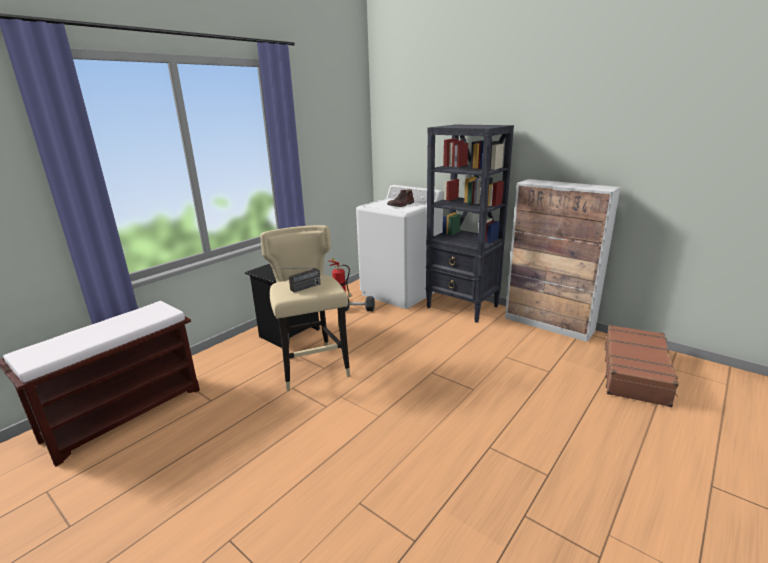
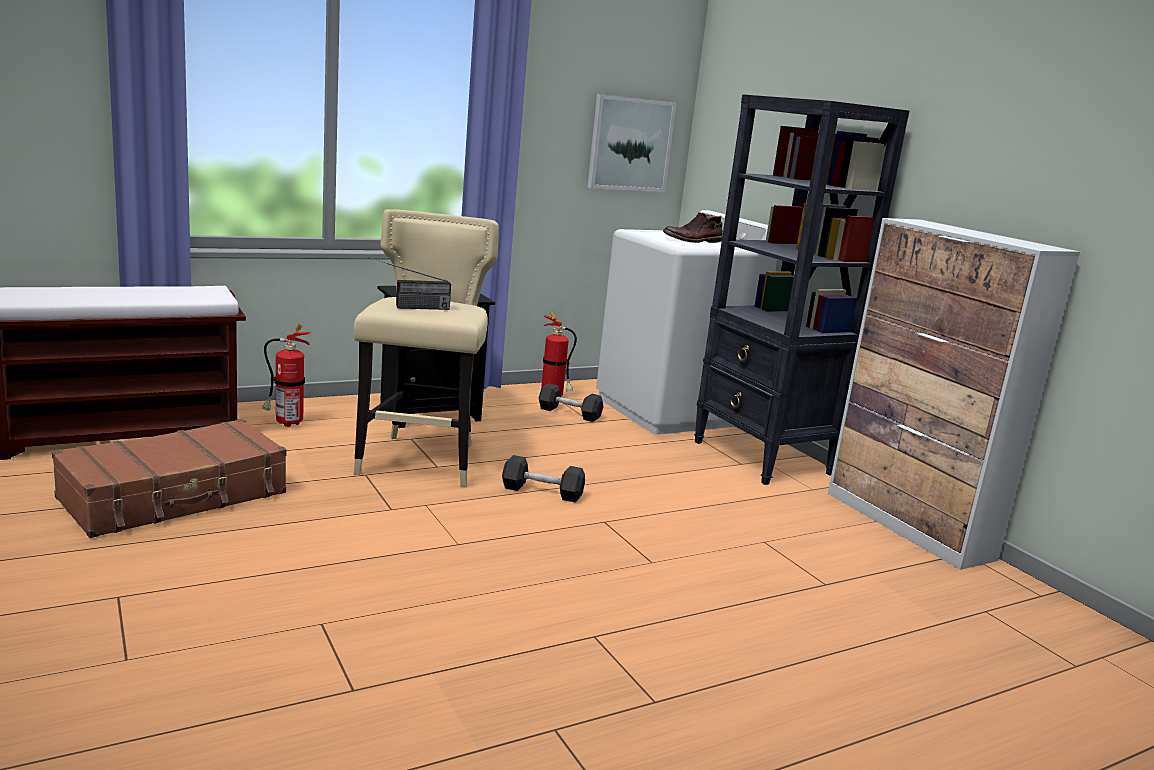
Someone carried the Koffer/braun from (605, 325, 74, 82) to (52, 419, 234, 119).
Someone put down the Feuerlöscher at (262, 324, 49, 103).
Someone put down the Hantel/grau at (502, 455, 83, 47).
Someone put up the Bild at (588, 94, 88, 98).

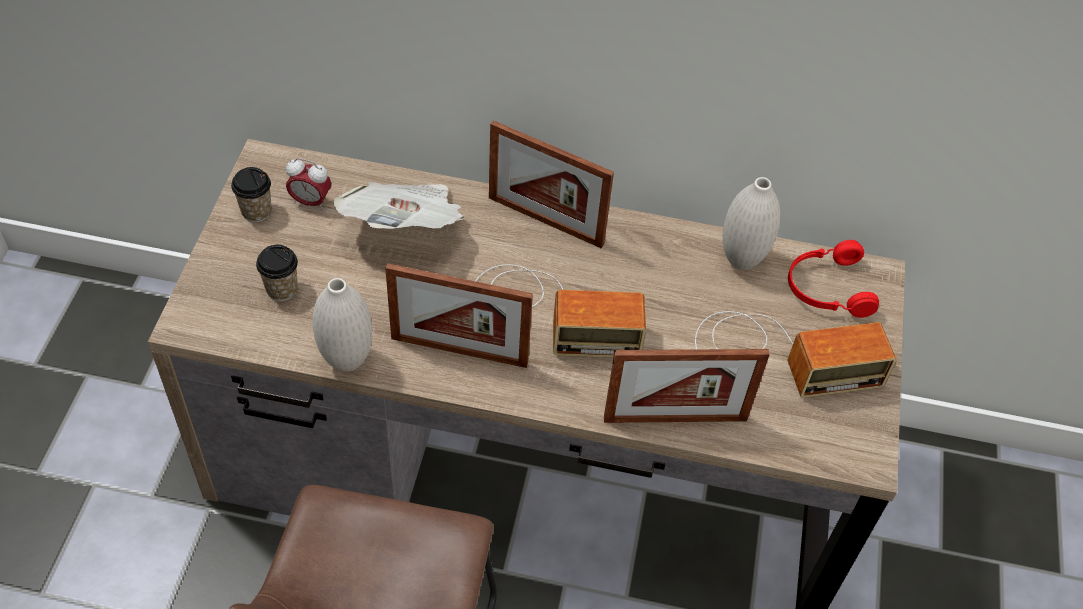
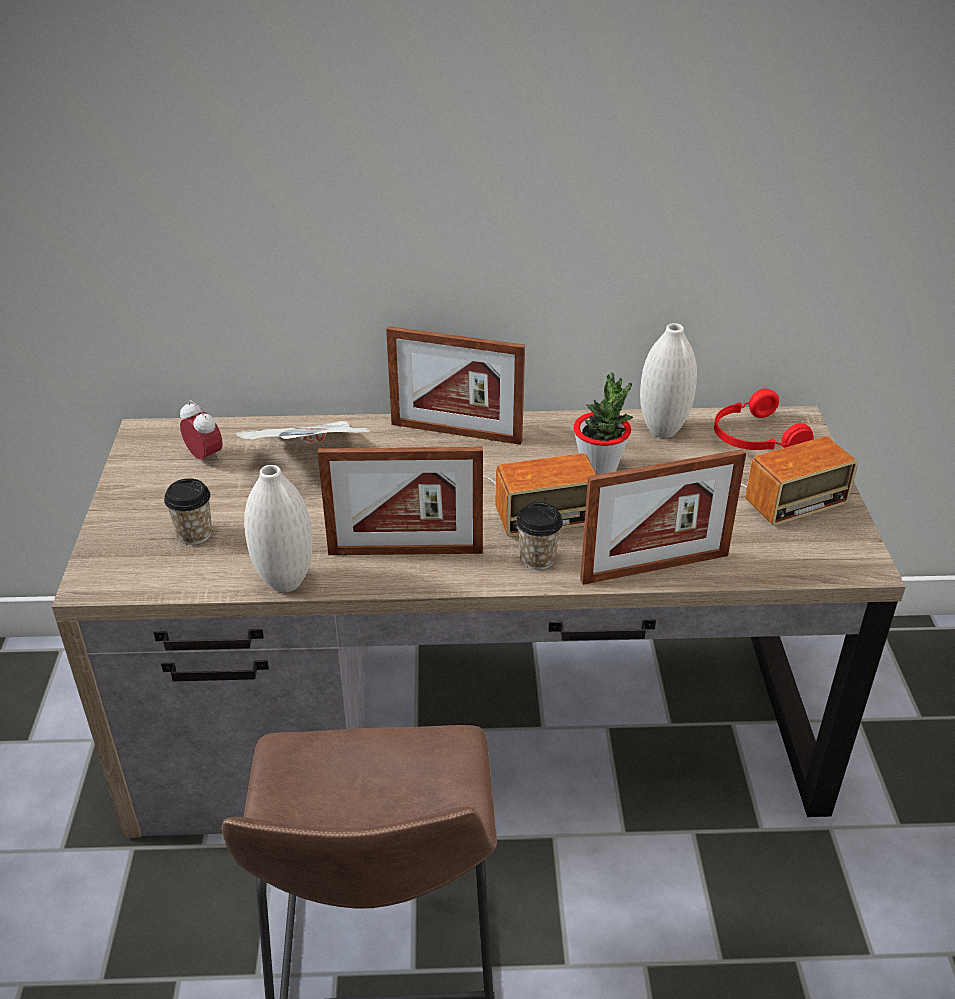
Someone carried the Tasse from (231, 167, 41, 55) to (516, 502, 47, 68).
Someone rotated the Wecker at (286, 158, 45, 52) by 135 degrees counterclockwise.
Someone put down the Topfpflanze at (573, 372, 60, 103).

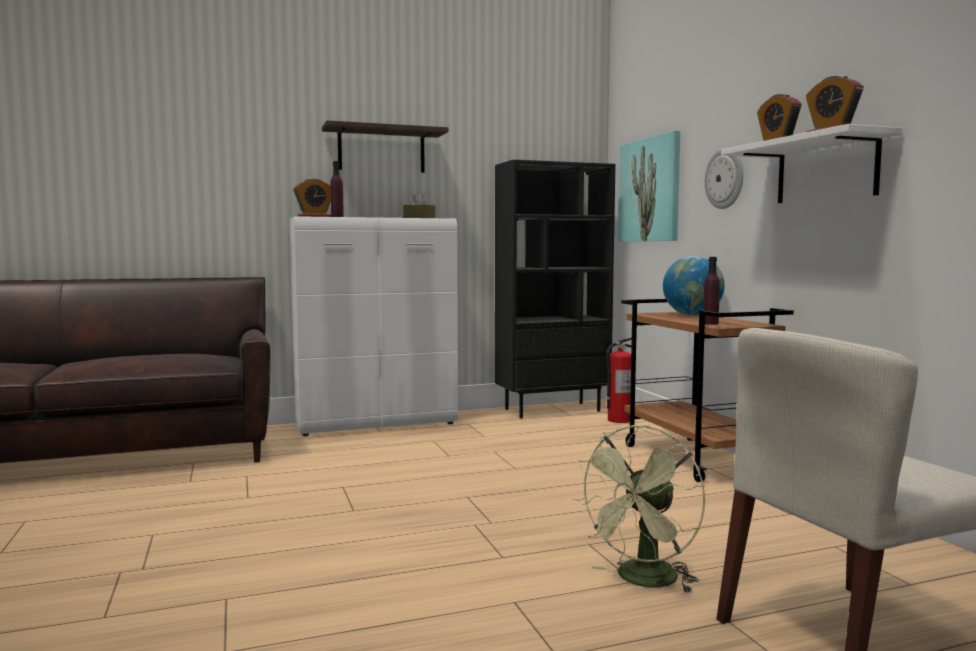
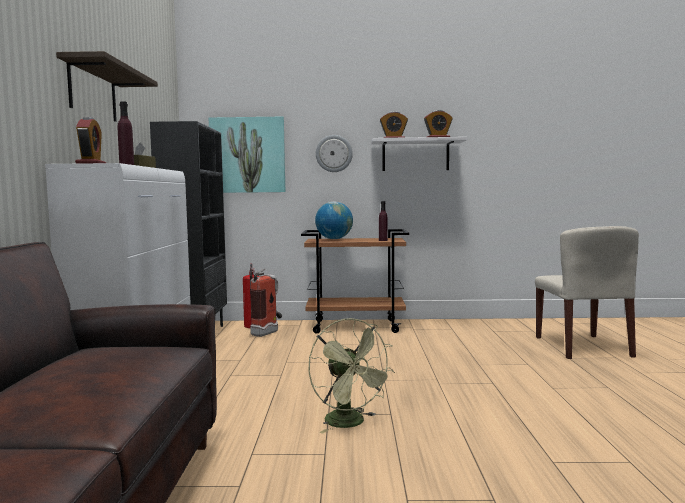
Someone carried the Ventilator/grün from (573, 425, 132, 169) to (308, 318, 87, 115).
Someone put down the Feuerlöscher at (250, 269, 32, 68).

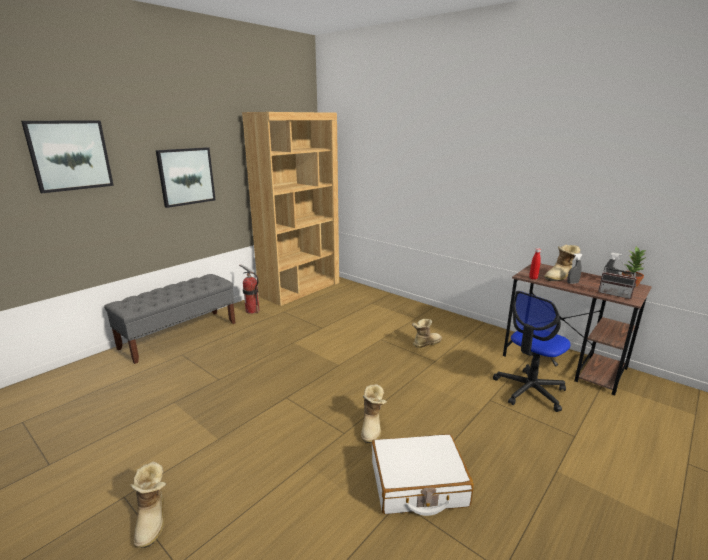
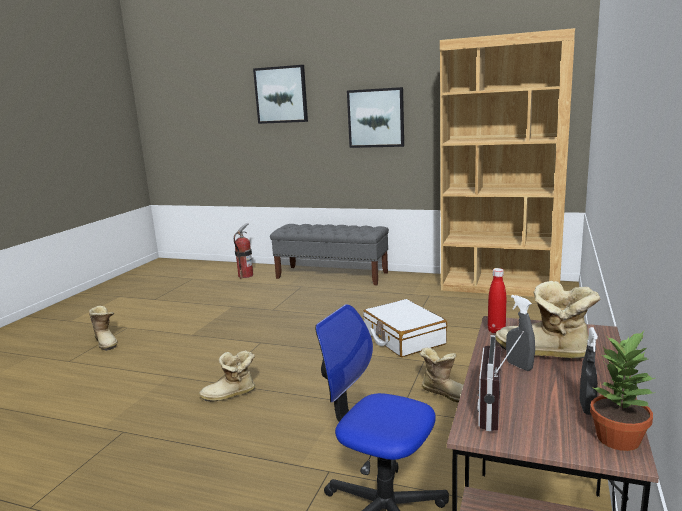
Someone rotated the Stiefel at (130, 461, 36, 87) by 90 degrees counterclockwise.
Someone carried the Feuerlöscher from (239, 265, 20, 49) to (234, 223, 19, 55).
Someone carried the Koffer/weiß from (372, 434, 102, 82) to (363, 299, 84, 58).

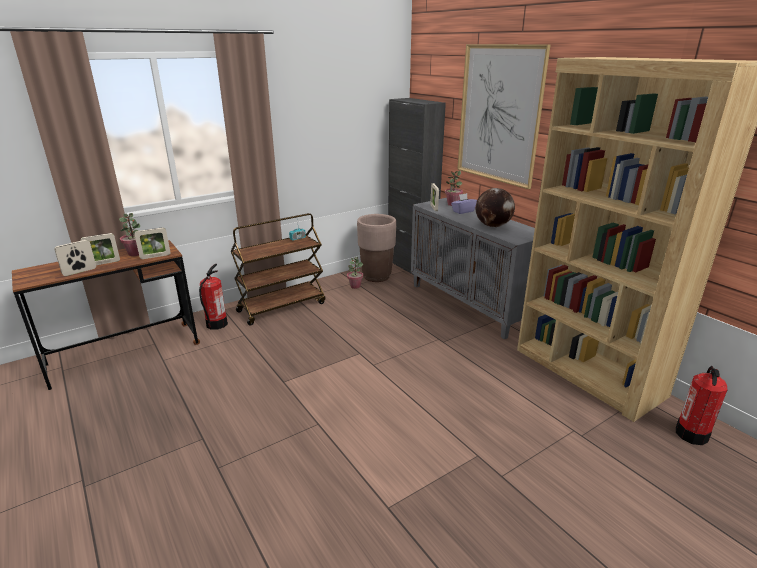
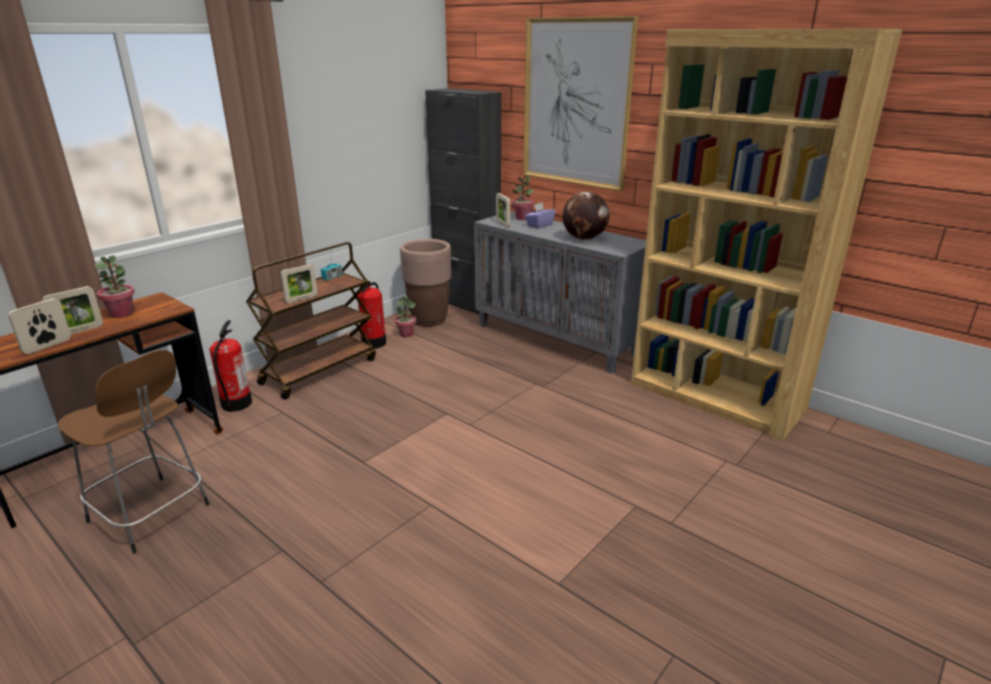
Someone carried the Bilderrahmen from (134, 227, 36, 32) to (281, 264, 36, 39).
Someone carried the Feuerlöscher from (676, 366, 52, 79) to (358, 281, 28, 68).
Someone put down the Hocker/braun at (58, 350, 152, 204).

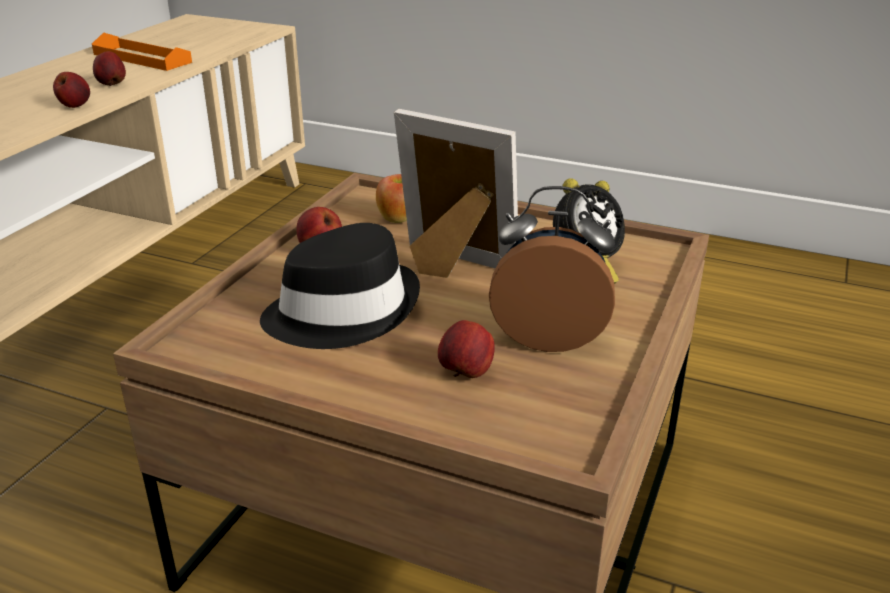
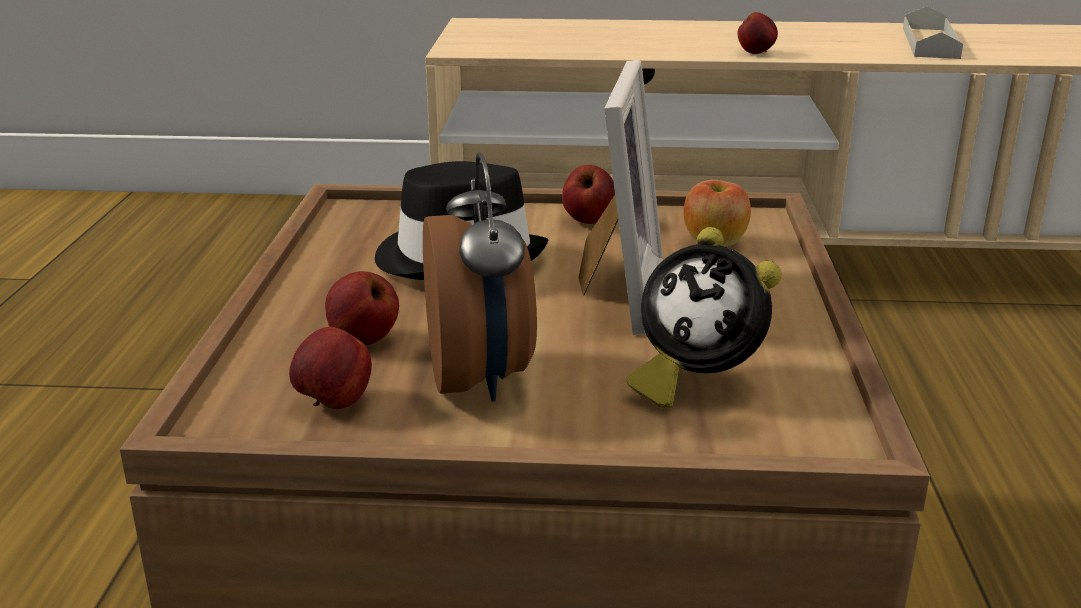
Someone repainted the Tablett/orange at (92, 32, 100, 39), which became the Tablett/grau at (903, 6, 60, 53).
Someone carried the Apfel from (93, 51, 33, 35) to (289, 327, 83, 82).

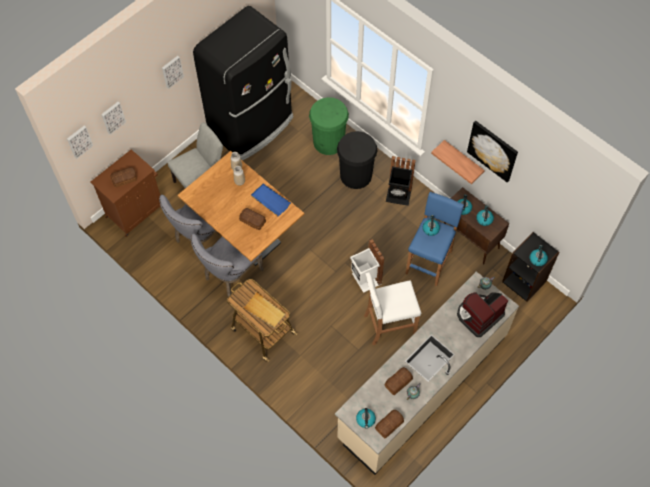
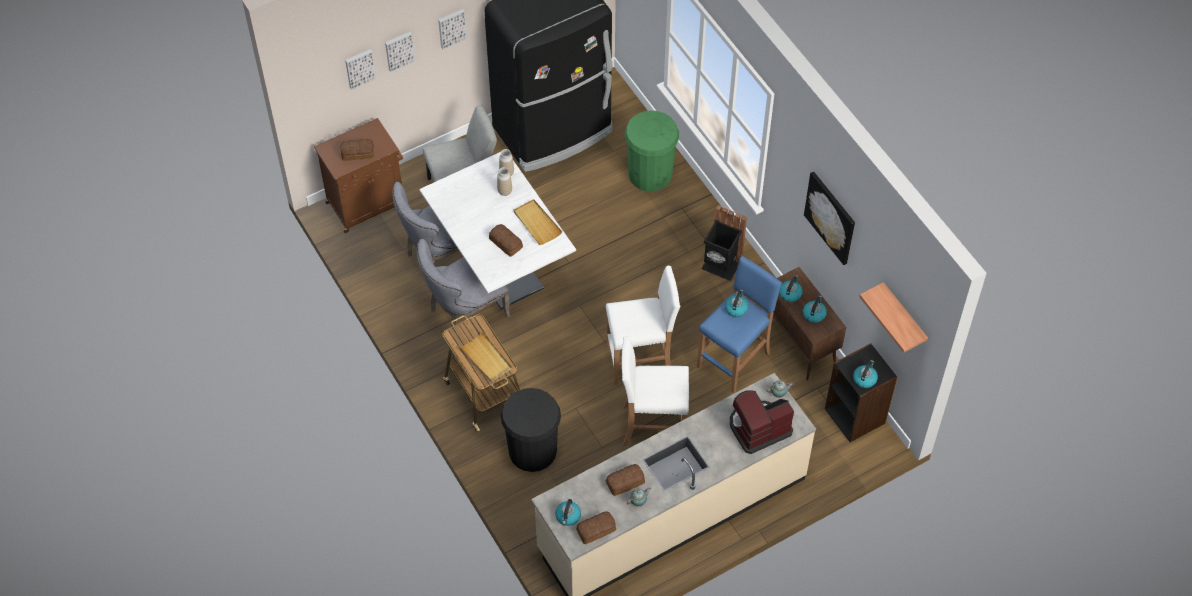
Someone carried the Bild from (67, 126, 26, 33) to (385, 32, 30, 40).
Someone repainted the Esstisch/braun at (177, 151, 128, 115), which became the Esstisch/weiß at (419, 152, 157, 157).
Someone repainted the Tablett/blau at (251, 184, 40, 33), which became the Tablett/beige at (514, 199, 48, 46).
Someone carried the Mülleimer/schwarz from (337, 131, 40, 58) to (501, 388, 60, 84).
Someone swapped the Mülleimer/weiß at (350, 239, 34, 54) for the Hocker/weiß at (606, 266, 74, 119).
Someone carried the Wandregal from (431, 140, 54, 44) to (859, 282, 69, 71).

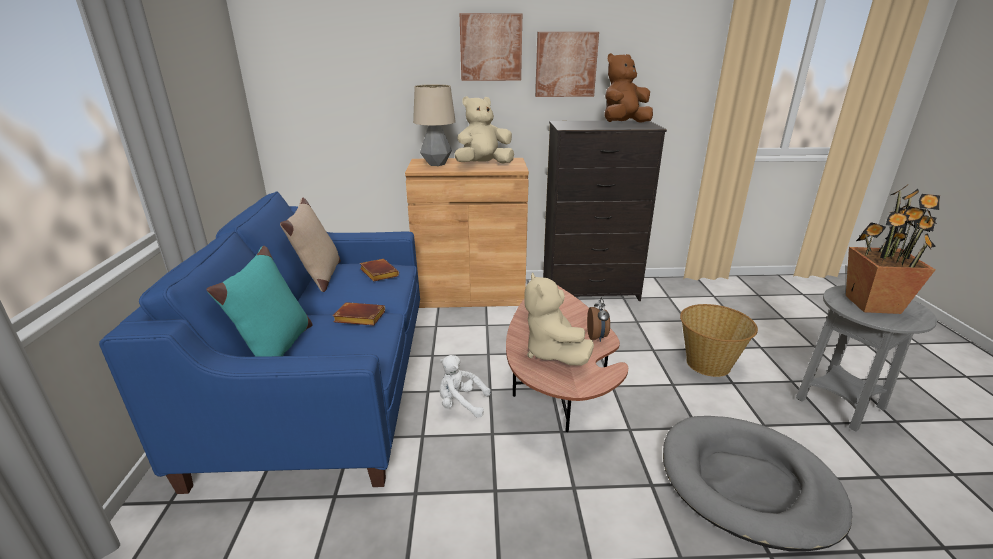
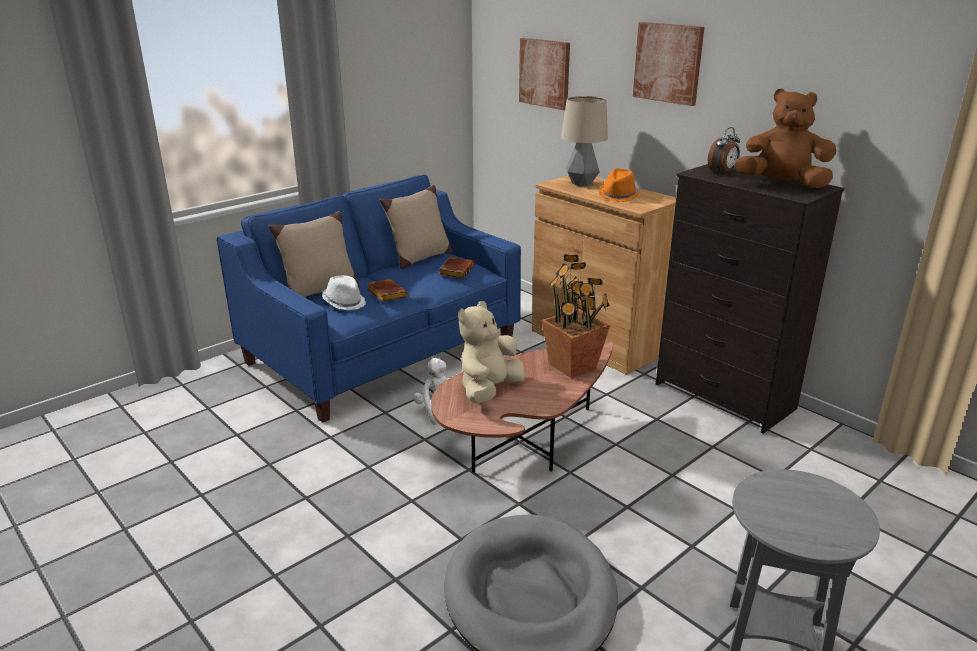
Someone repainted the Kissen/türkis at (206, 246, 107, 111), which became the Kissen/beige at (268, 211, 91, 86).
Someone swapped the Plüschtier/beige at (454, 96, 60, 68) for the Hut/orange at (598, 169, 42, 33).
Someone carried the Bild from (535, 32, 64, 65) to (519, 38, 51, 72).
Someone carried the Wecker from (587, 297, 23, 45) to (708, 127, 32, 47).
Someone took away the Korb at (680, 304, 78, 73).
Someone carried the Topfpflanze from (846, 185, 94, 129) to (541, 254, 69, 124).
Someone put down the Hut/weiß at (322, 275, 44, 35).

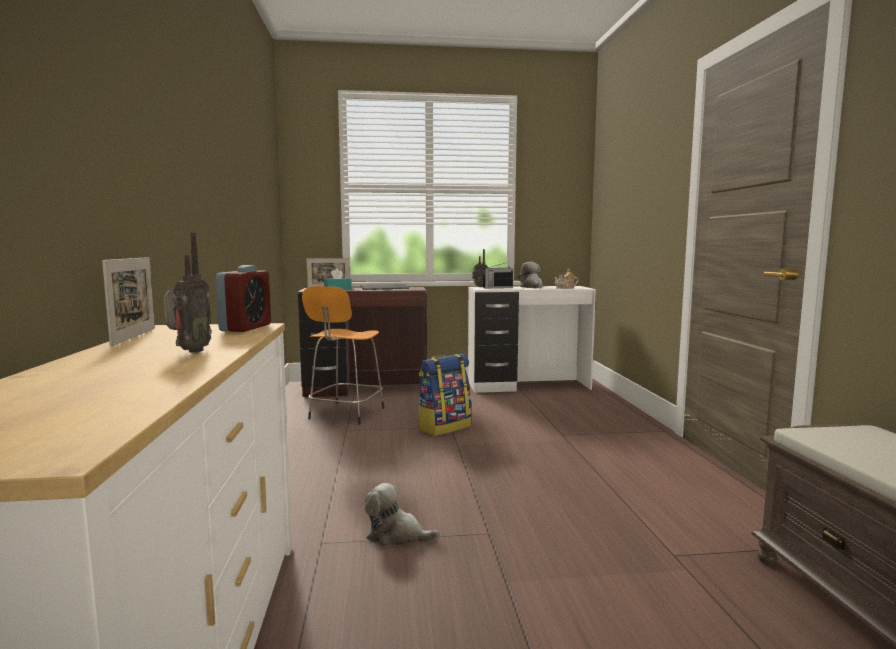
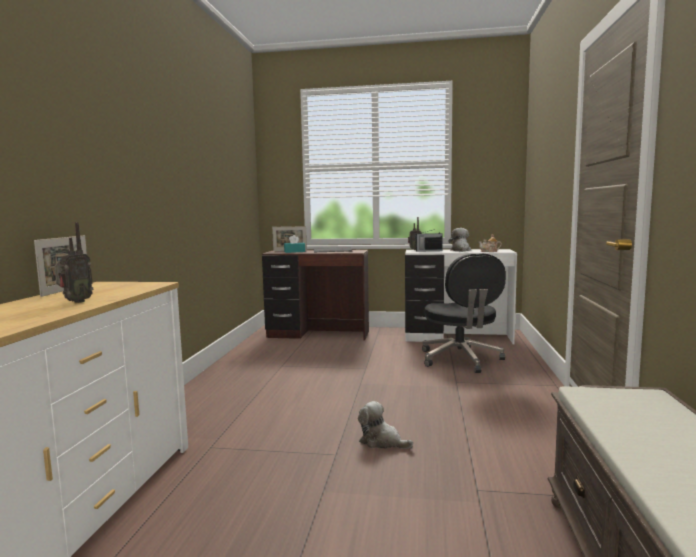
Someone took away the Wecker at (216, 265, 55, 67).
Someone took away the Hocker/orange at (302, 286, 82, 139).
Someone carried the Plüschtier from (365, 483, 74, 63) to (358, 401, 55, 48).
Someone took away the Rucksack at (418, 354, 54, 82).
Someone put down the Bürostuhl/schwarz at (422, 254, 84, 119).

